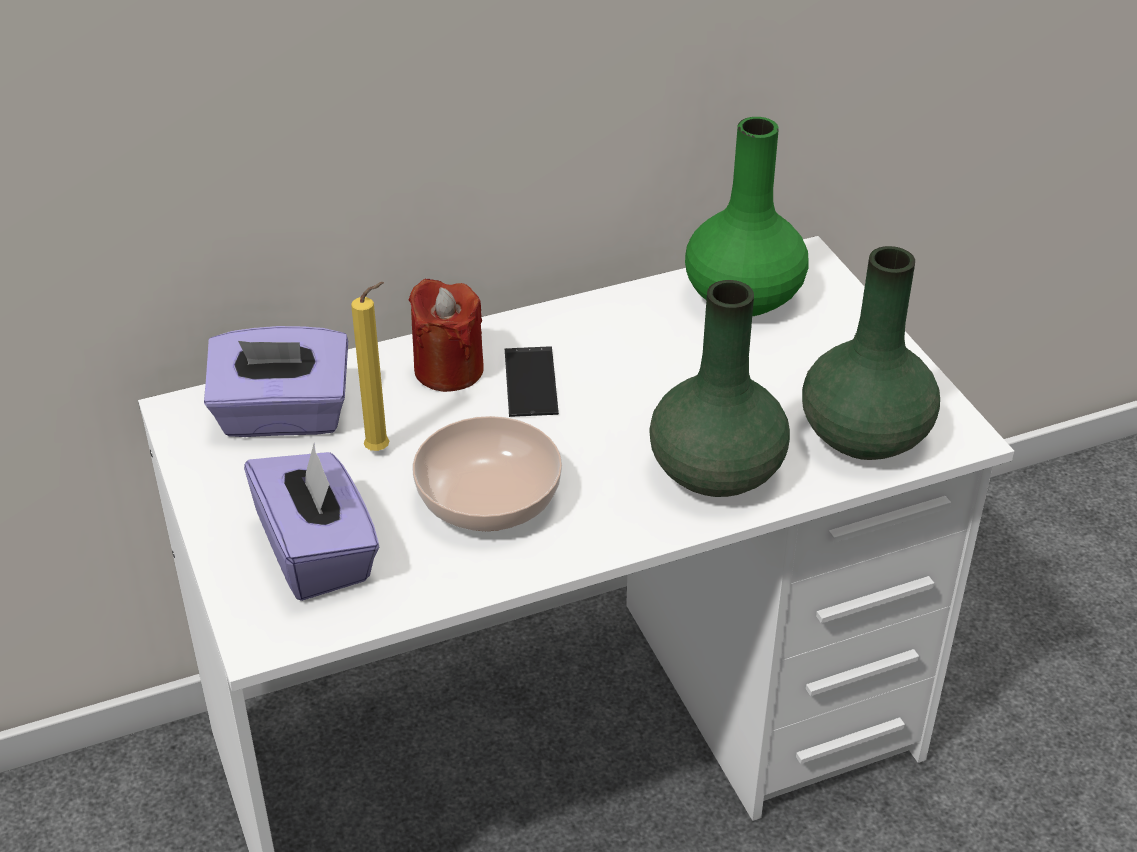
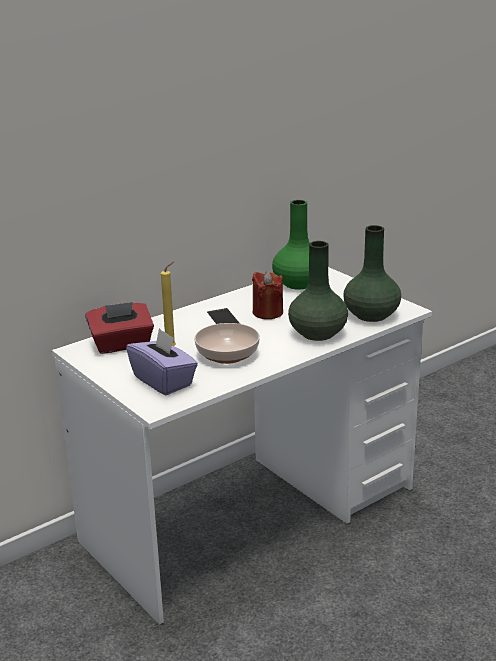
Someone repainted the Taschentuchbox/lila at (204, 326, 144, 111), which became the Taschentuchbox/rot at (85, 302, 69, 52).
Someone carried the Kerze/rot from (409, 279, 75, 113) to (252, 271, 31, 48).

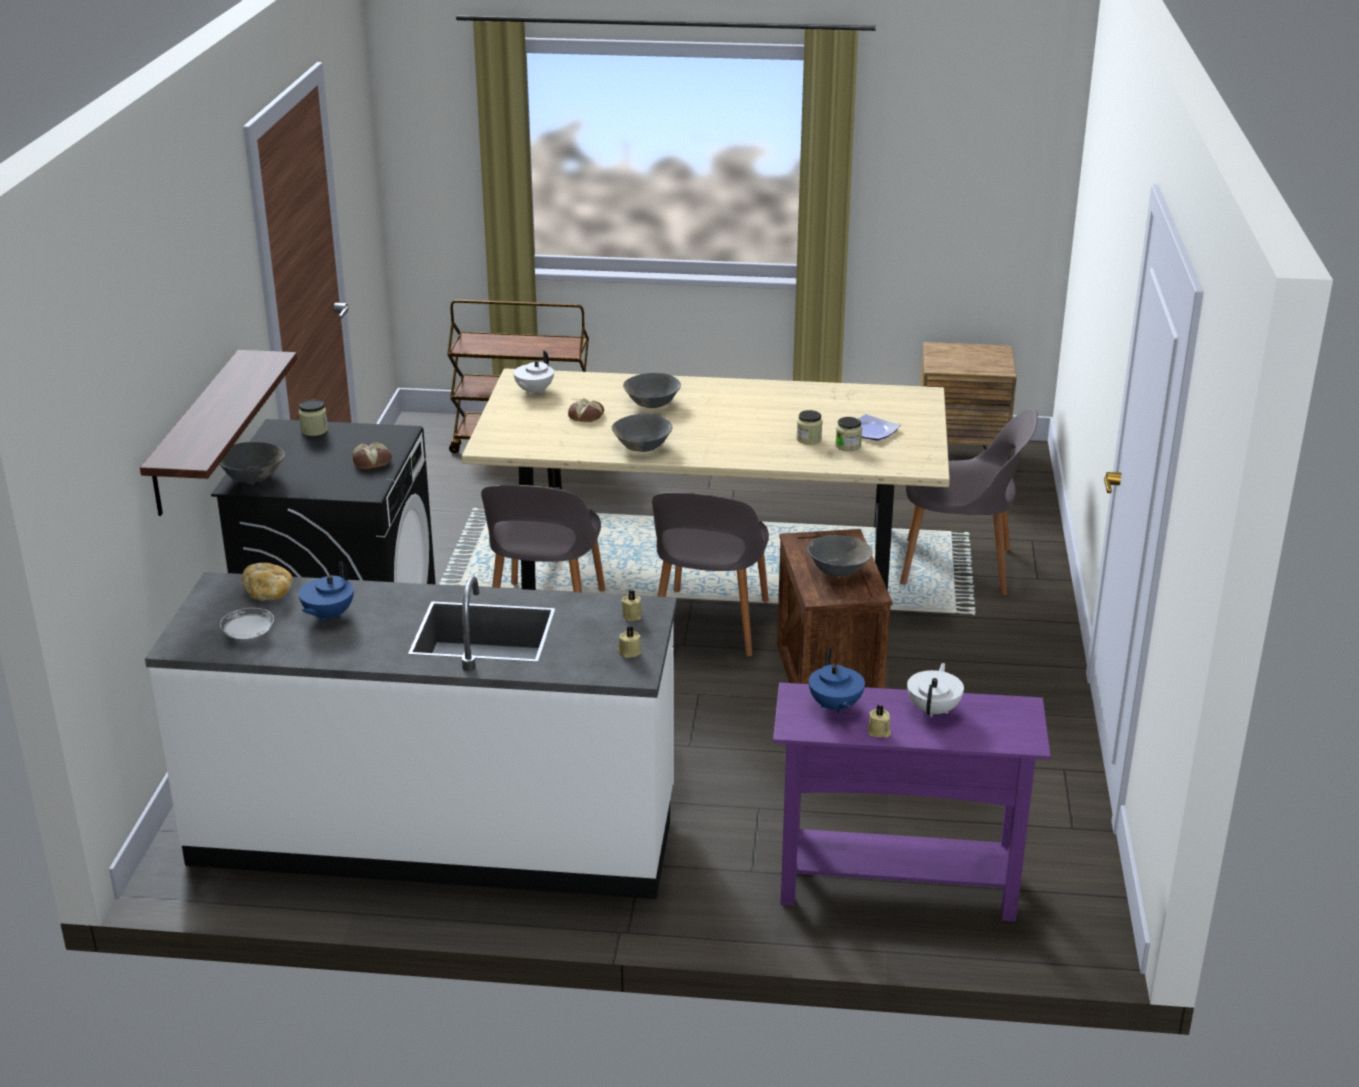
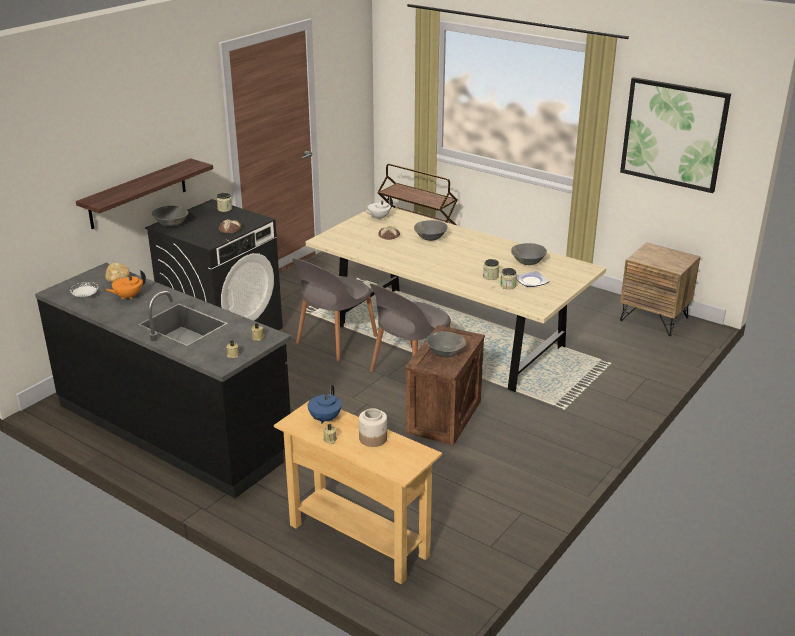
Someone repainted the Küchenzeile/weiß at (145, 572, 532, 327), which became the Küchenzeile/schwarz at (35, 263, 256, 235).
Someone repainted the Teekanne/blau at (299, 561, 55, 62), which became the Teekanne/orange at (105, 270, 41, 29).
Someone carried the Schüssel/grau from (611, 414, 61, 38) to (511, 243, 36, 22).
Someone repainted the Konsolentisch/lila at (773, 682, 278, 239), which became the Konsolentisch/beige at (274, 399, 168, 185).
Someone took away the Stuhl/grau at (900, 408, 138, 188).
Someone swapped the Teekanne/weiß at (907, 663, 57, 55) for the Vorratsglas at (359, 408, 28, 39).
Someone put up the Bild at (620, 77, 111, 116).

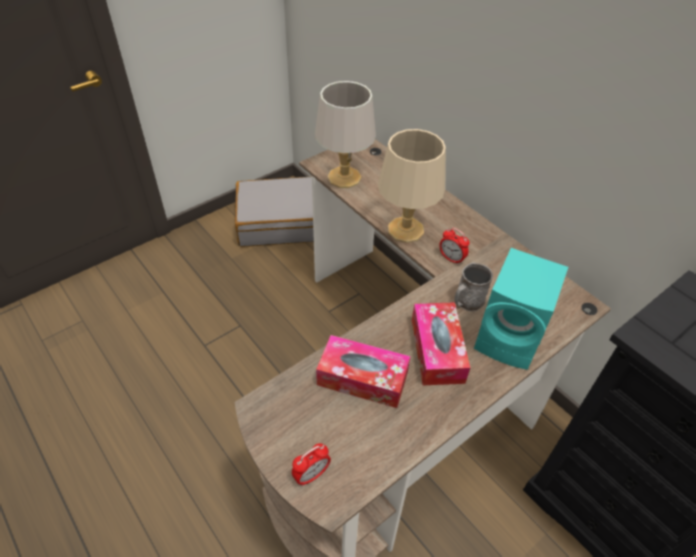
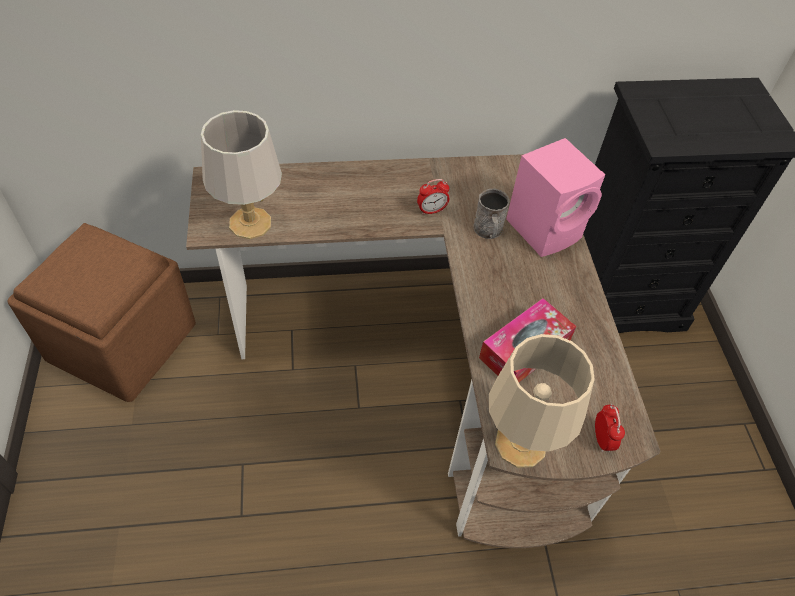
Someone swapped the Koffer/grau at (235, 177, 79, 70) for the Polsterhocker/braun at (7, 223, 189, 179).
Someone carried the Tischlampe/beige from (378, 129, 68, 114) to (489, 334, 106, 134).
Someone took away the Taschentuchbox at (412, 302, 58, 83).
Someone repainted the Lautsprecher/türkis at (474, 248, 94, 122), which became the Lautsprecher/rosa at (506, 138, 100, 119).

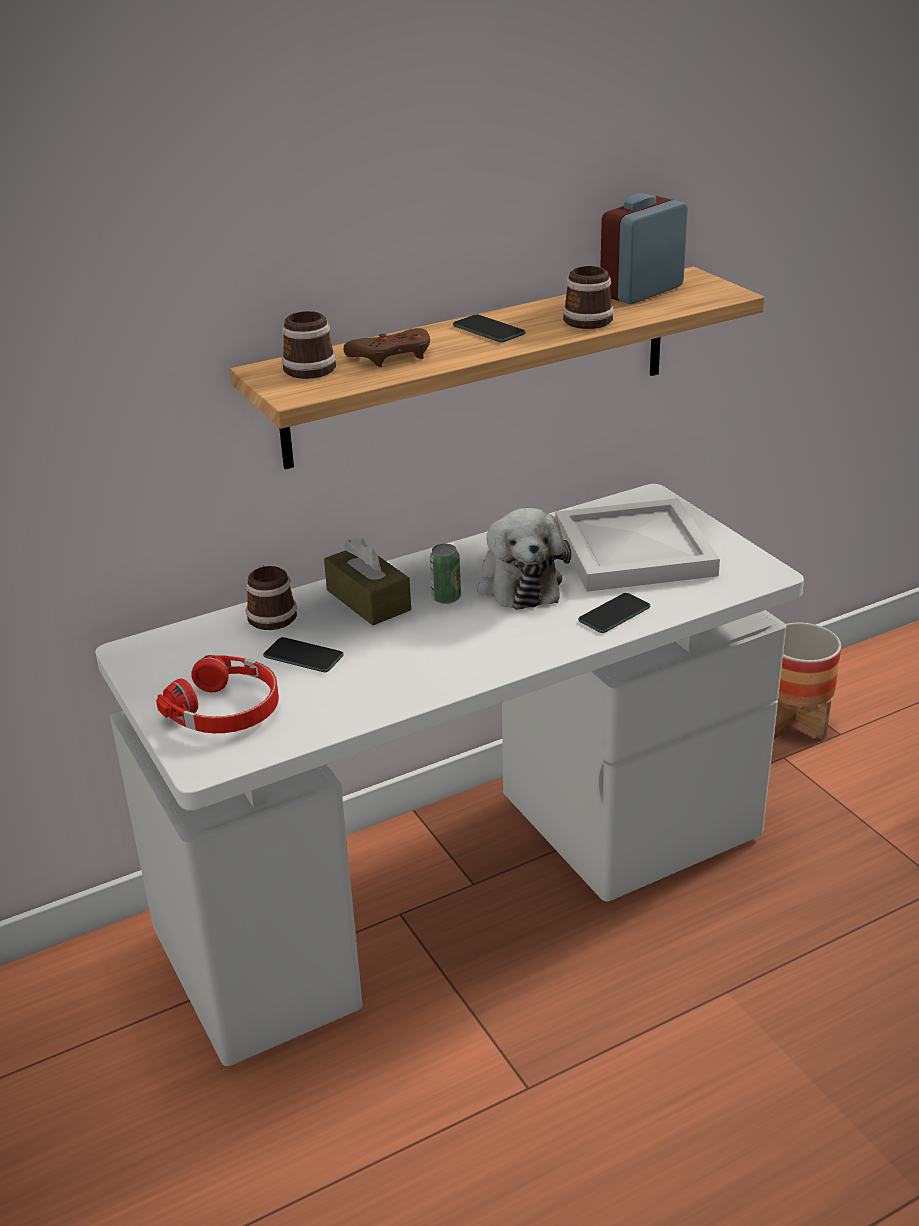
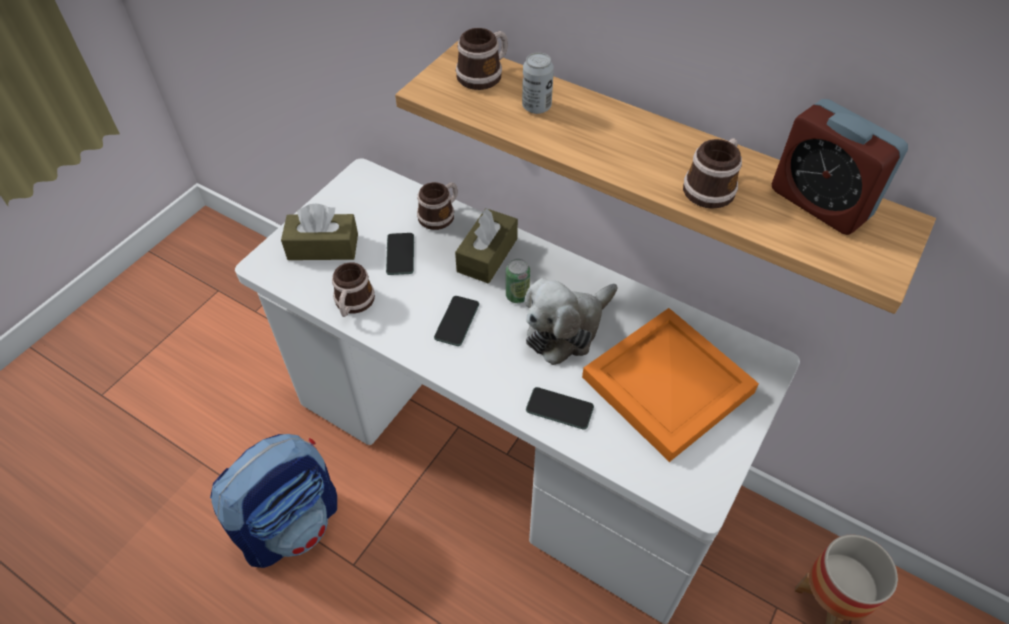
Someone swapped the Kopfhörer/rot at (156, 655, 123, 78) for the Taschentuchbox/braun at (281, 204, 77, 56).
Someone swapped the Gamepad/braun at (344, 328, 86, 39) for the Dose at (522, 52, 32, 62).
Someone carried the Handy from (453, 315, 73, 27) to (434, 296, 45, 50).
Someone repainted the Tablett/weiß at (555, 498, 165, 94), which became the Tablett/orange at (582, 308, 177, 154).
Someone rotated the Wecker at (600, 193, 88, 111) by 150 degrees counterclockwise.
Someone put down the Rucksack at (210, 434, 127, 134).
Someone put down the Henkelbecher at (332, 262, 43, 55).

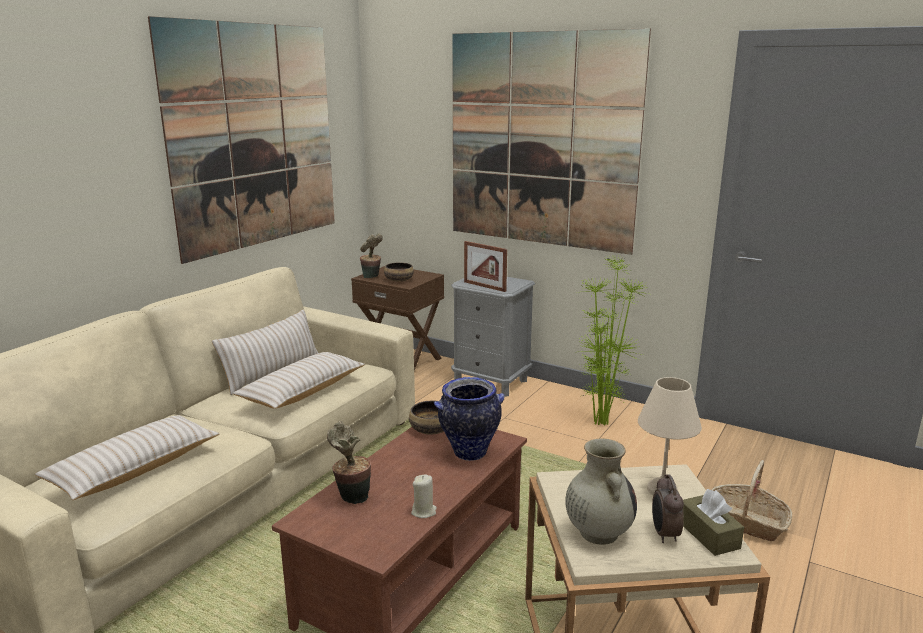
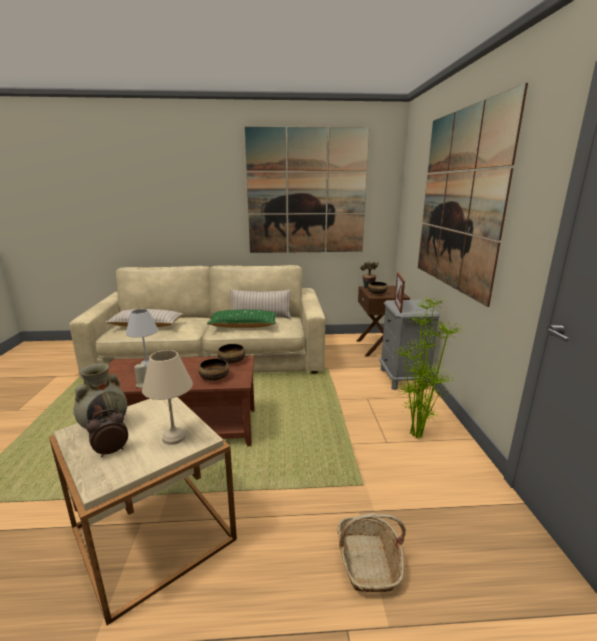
Someone repainted the Kissen/beige at (232, 352, 133, 57), which became the Kissen/grün at (206, 310, 71, 18).
Someone swapped the Topfpflanze at (327, 421, 44, 83) for the Tischlampe/weiß at (126, 309, 32, 60).
Someone swapped the Vase at (434, 377, 71, 84) for the Schüssel at (198, 358, 31, 23).
Someone took away the Taschentuchbox/braun at (683, 489, 61, 67).

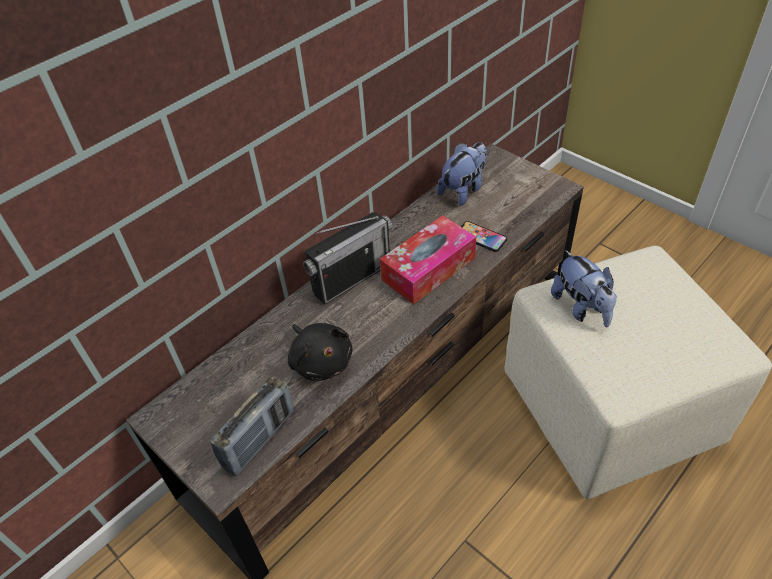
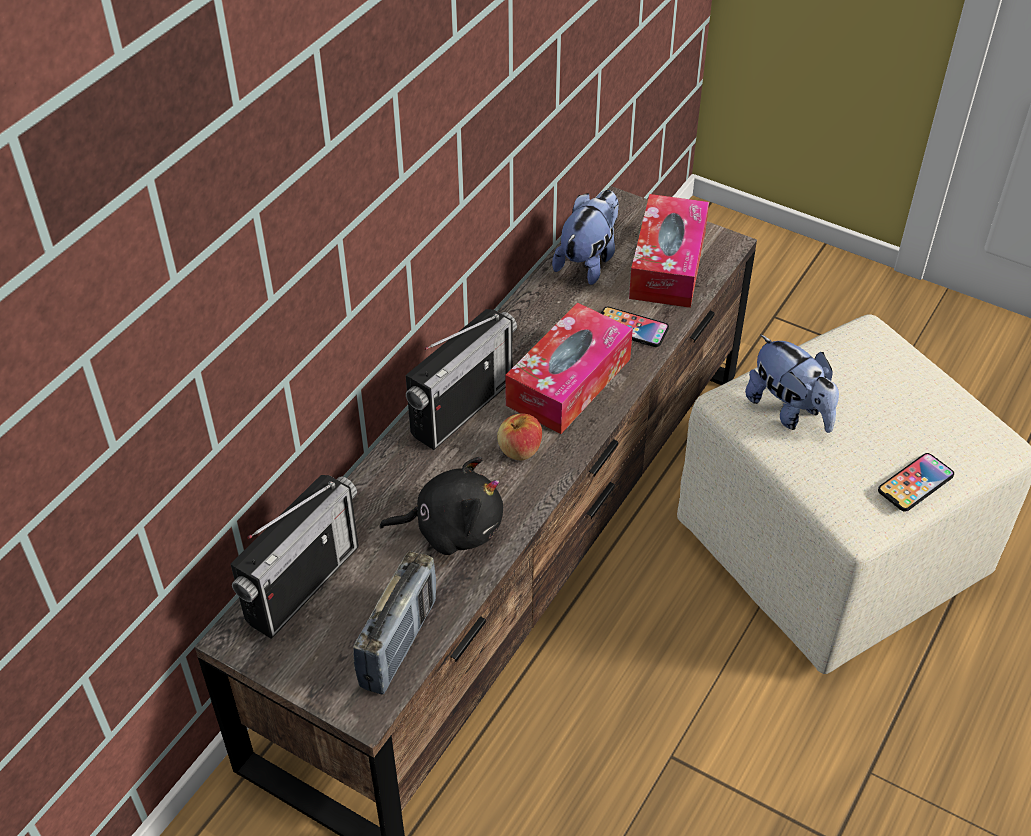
Someone rotated the Plüschtier/schwarz at (288, 323, 65, 58) by 45 degrees counterclockwise.
Someone put down the Radio at (231, 475, 128, 164).
Someone put down the Apfel at (497, 413, 45, 47).
Someone put down the Taschentuchbox at (629, 194, 80, 114).
Someone put down the Handy at (878, 453, 76, 59).

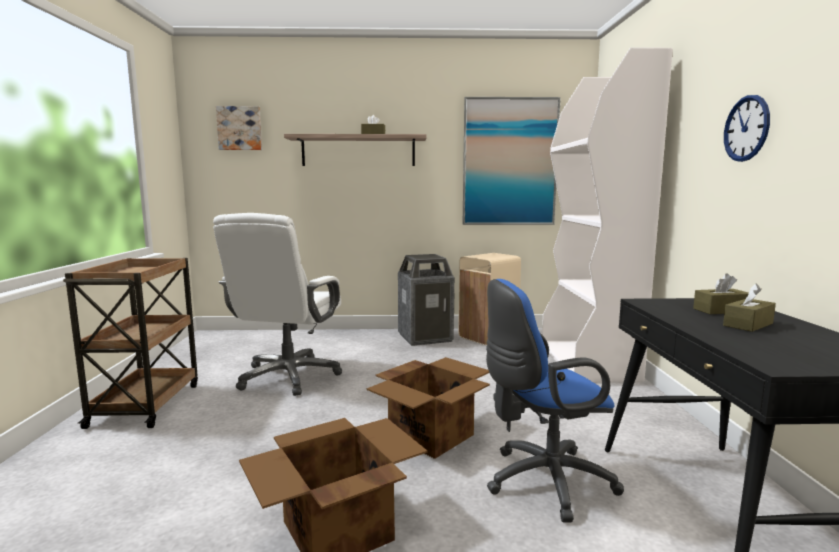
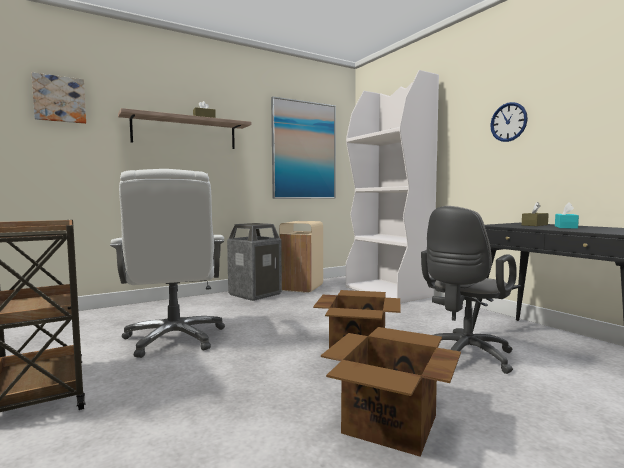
Someone repainted the Bürostuhl/blau at (486, 279, 138, 244), which became the Bürostuhl/grau at (421, 206, 96, 168).
Someone repainted the Taschentuchbox/braun at (723, 283, 53, 49), which became the Taschentuchbox/türkis at (555, 202, 24, 27).

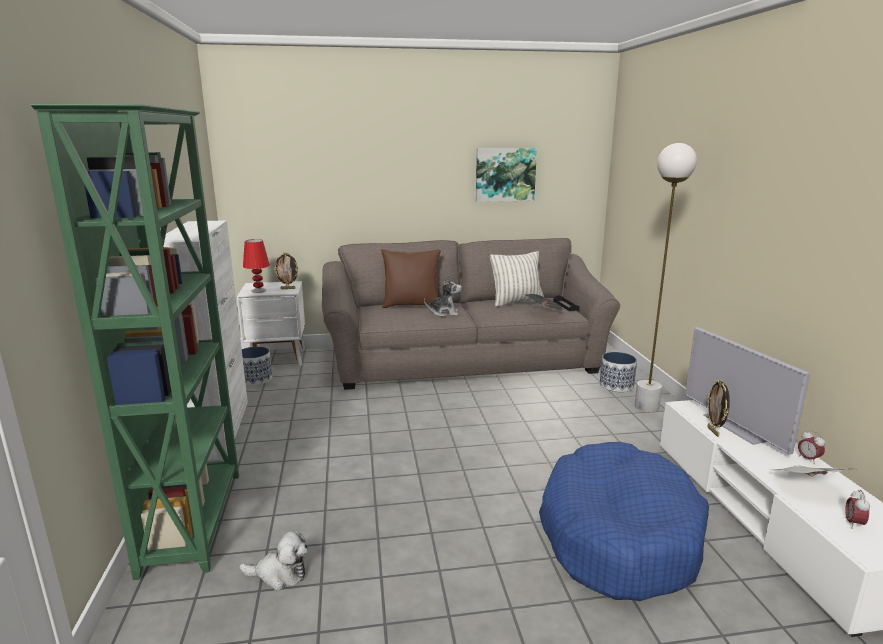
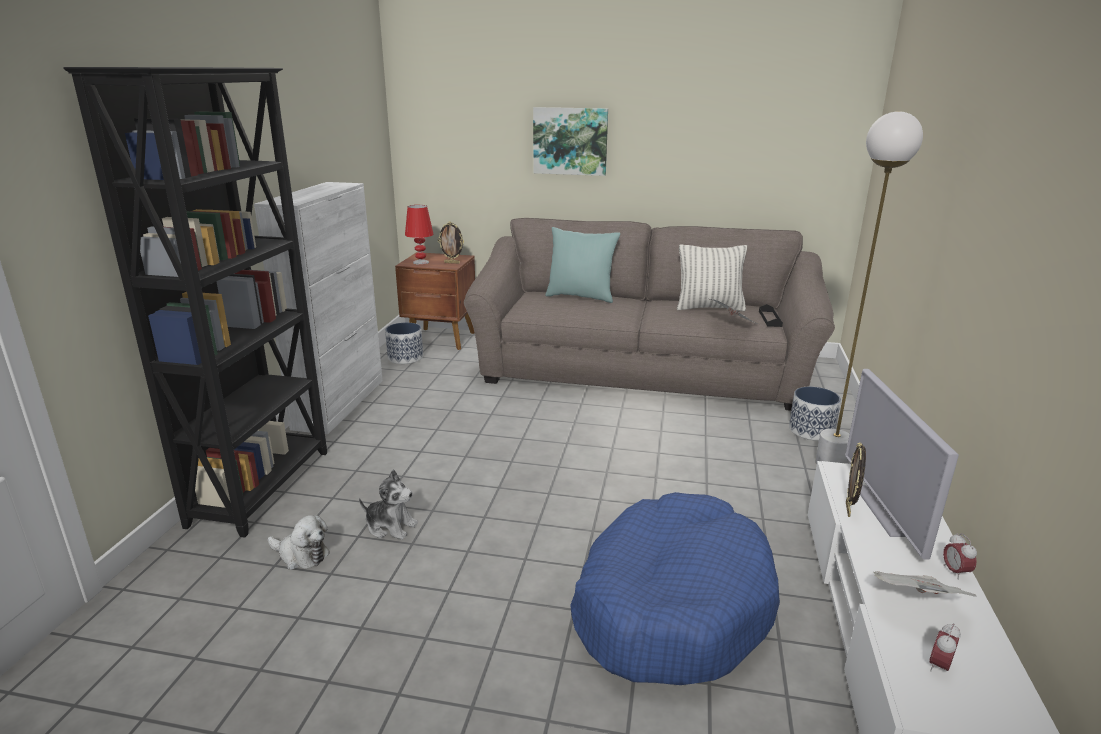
Someone repainted the Bücherregal/grün at (31, 103, 208, 477), which became the Bücherregal/schwarz at (63, 67, 264, 470).
Someone repainted the Nachttisch/weiß at (237, 281, 68, 85), which became the Nachttisch/braun at (395, 252, 80, 98).
Someone repainted the Kissen/braun at (381, 249, 60, 59), which became the Kissen/türkis at (545, 227, 75, 76).
Someone carried the Plüschtier from (424, 275, 38, 42) to (359, 469, 59, 71).
Someone carried the Bild from (476, 148, 61, 54) to (533, 107, 75, 69).

